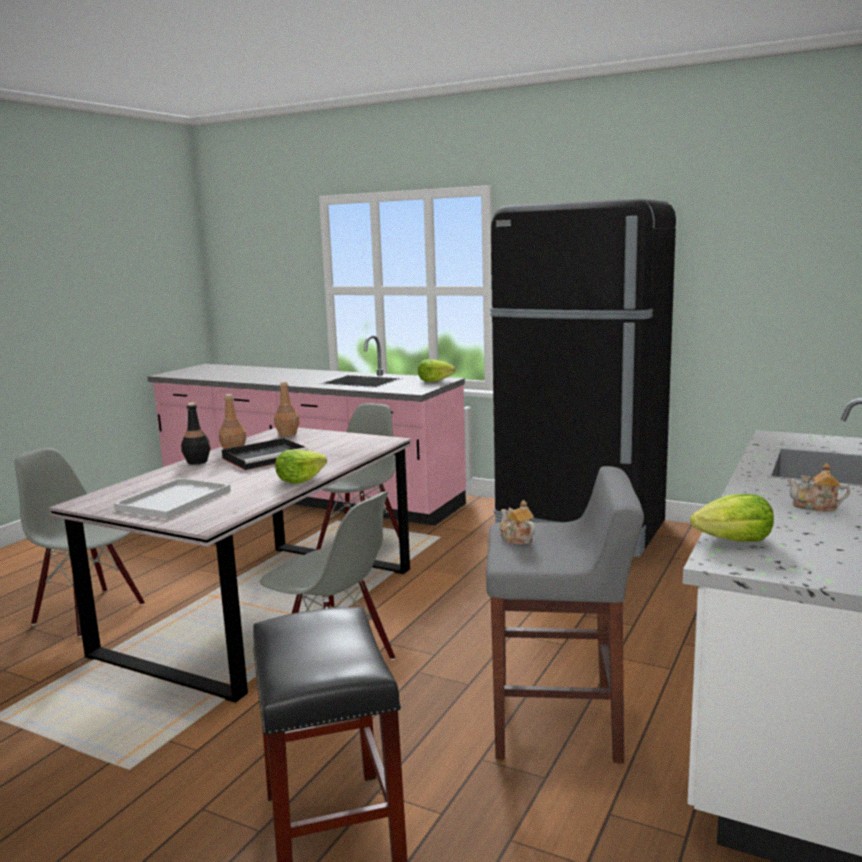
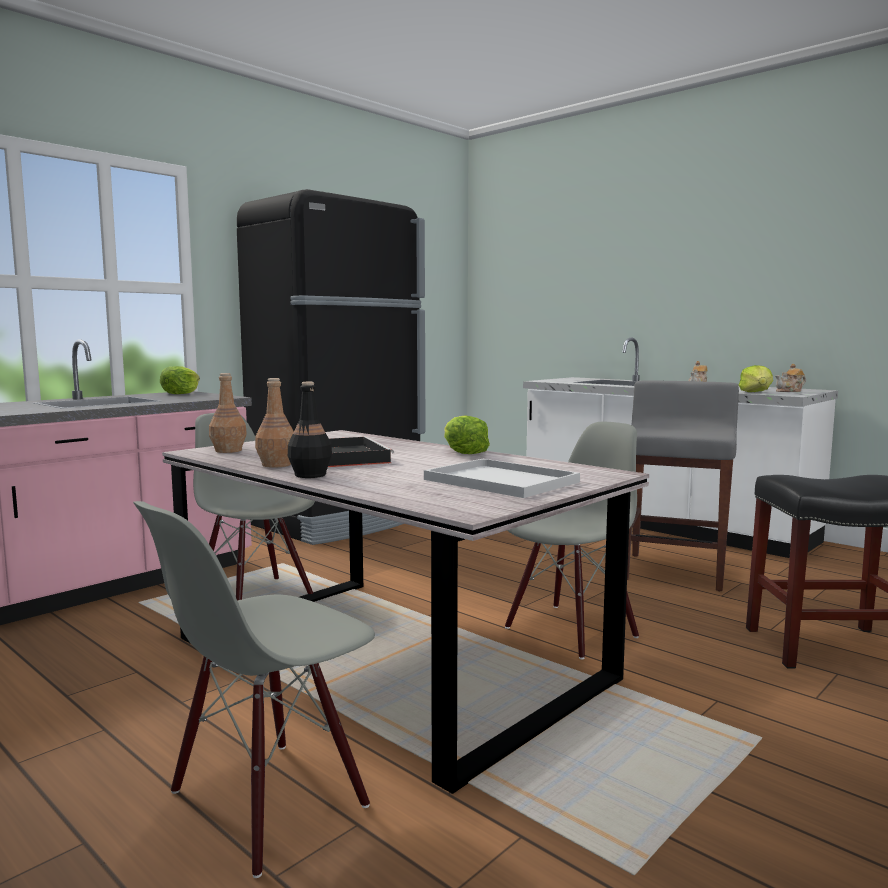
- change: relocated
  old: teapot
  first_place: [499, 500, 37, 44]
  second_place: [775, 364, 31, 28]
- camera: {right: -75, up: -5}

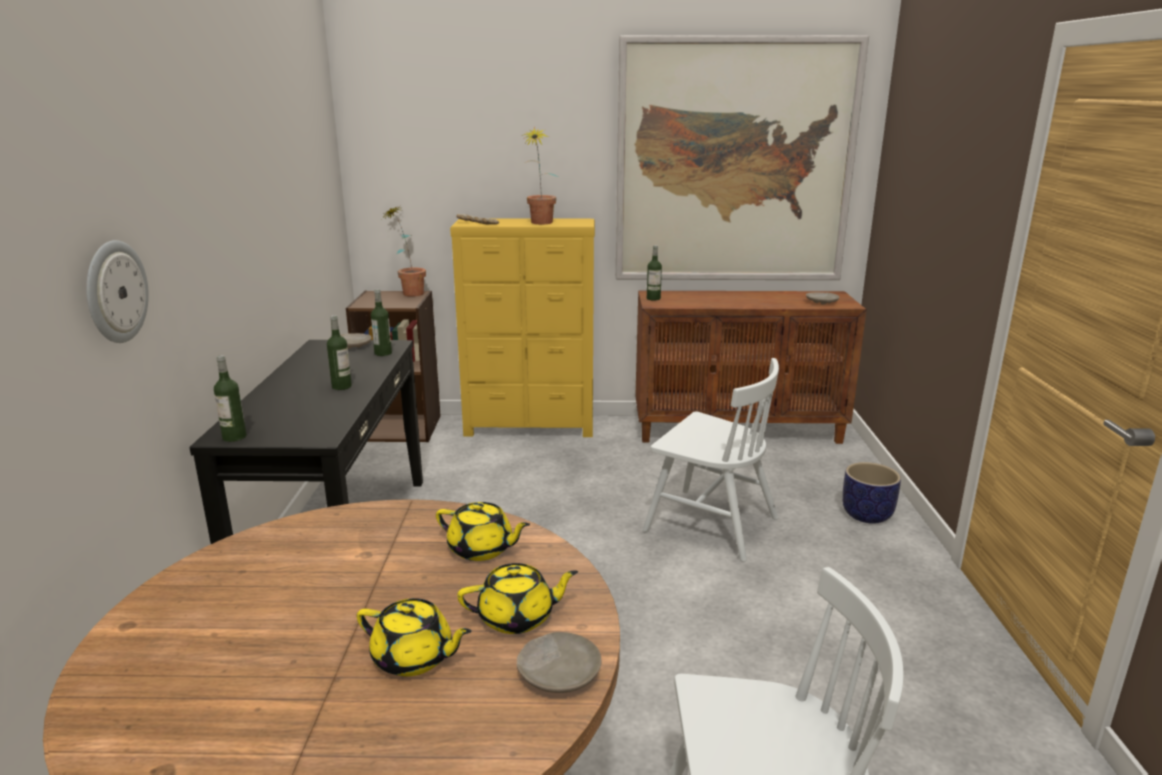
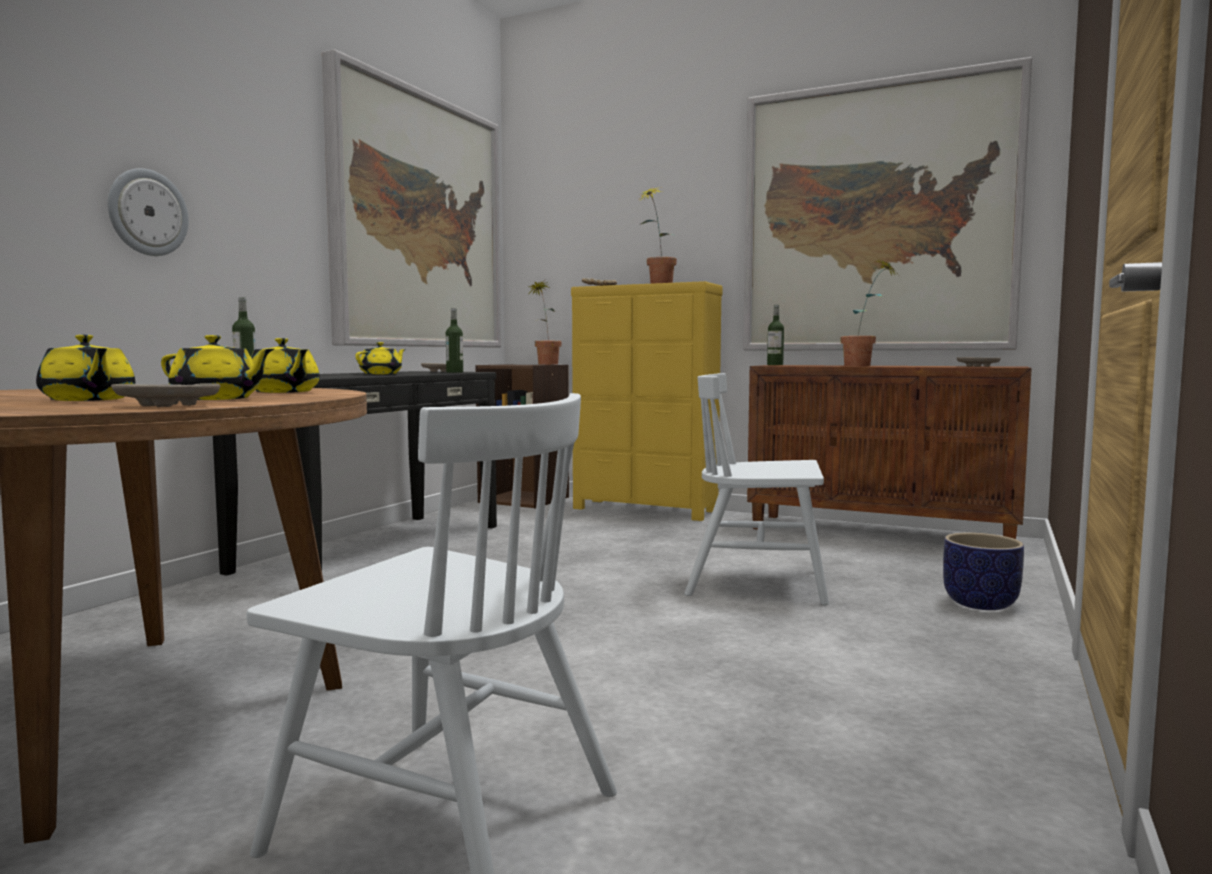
- change: exchanged
  old: bottle
  new: yellow teapot
  first_place: [327, 315, 25, 75]
  second_place: [356, 342, 50, 32]
- change: spun
  old: white chair
  first_place: [643, 358, 136, 204]
  second_place: [684, 373, 145, 232]
  degrees: 135
- change: appeared
  new: picture
  second_place: [322, 49, 179, 298]
- change: appeared
  new: potted plant
  second_place: [840, 258, 57, 108]
- camera: {right: 25, up: -15}

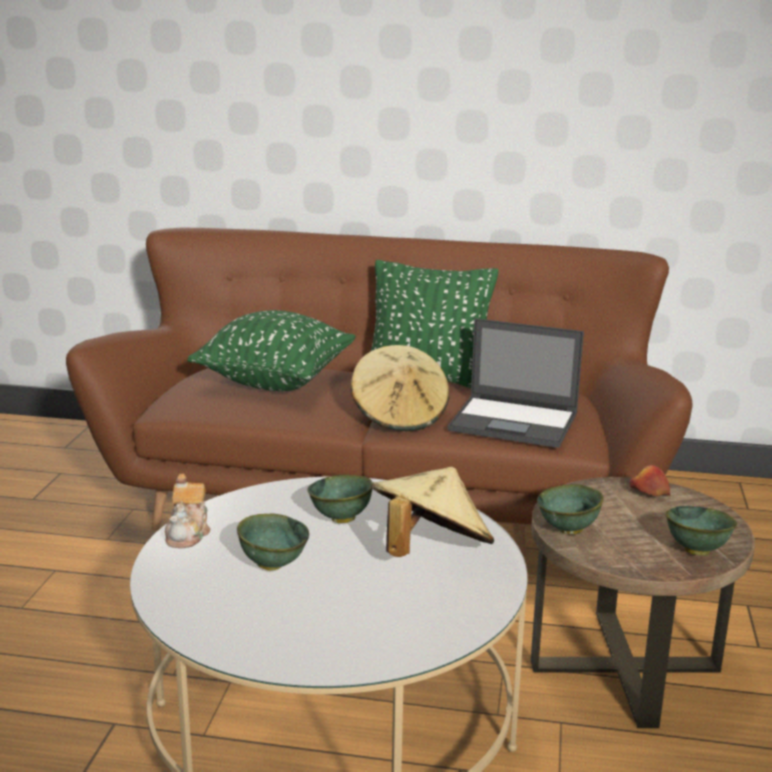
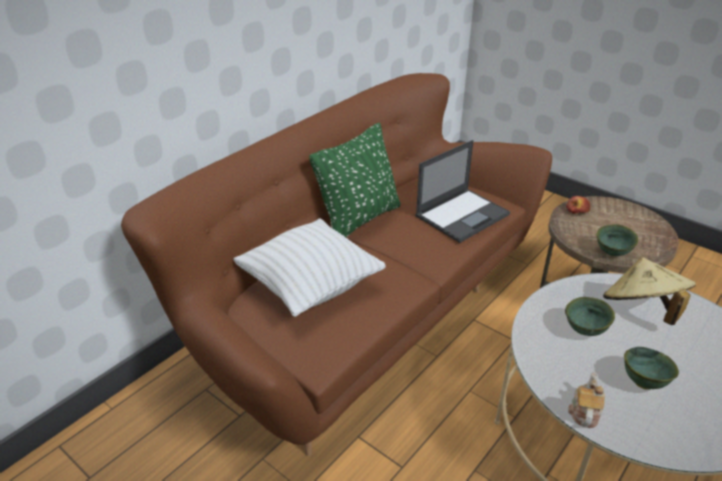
- change: colour
  old: green pillow
  new: white pillow
  first_place: [187, 310, 169, 81]
  second_place: [233, 218, 153, 99]
- change: missing
  old: beige hat
  first_place: [350, 345, 99, 86]
- change: spun
  old: teapot
  first_place: [165, 474, 45, 74]
  second_place: [568, 373, 37, 55]
  degrees: -105
- change: missing
  old: green bowl
  first_place: [666, 506, 71, 50]
- camera: {right: -60, up: 15}

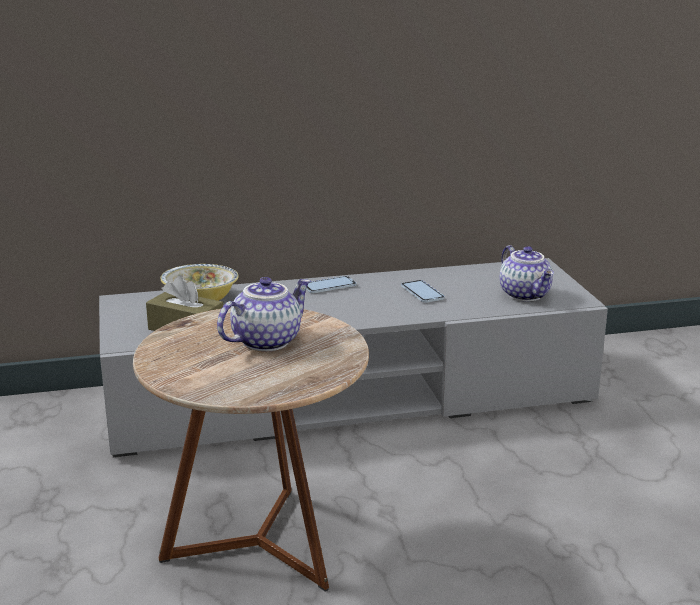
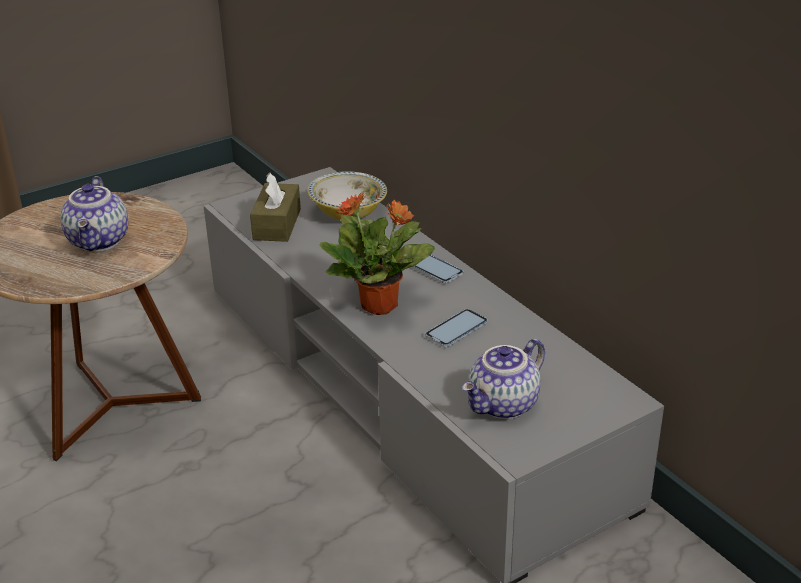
- change: spun
  old: teapot
  first_place: [217, 277, 94, 74]
  second_place: [60, 176, 68, 76]
  degrees: 60
- change: appeared
  new: potted plant
  second_place: [319, 193, 116, 122]
- camera: {right: 70, up: 10}

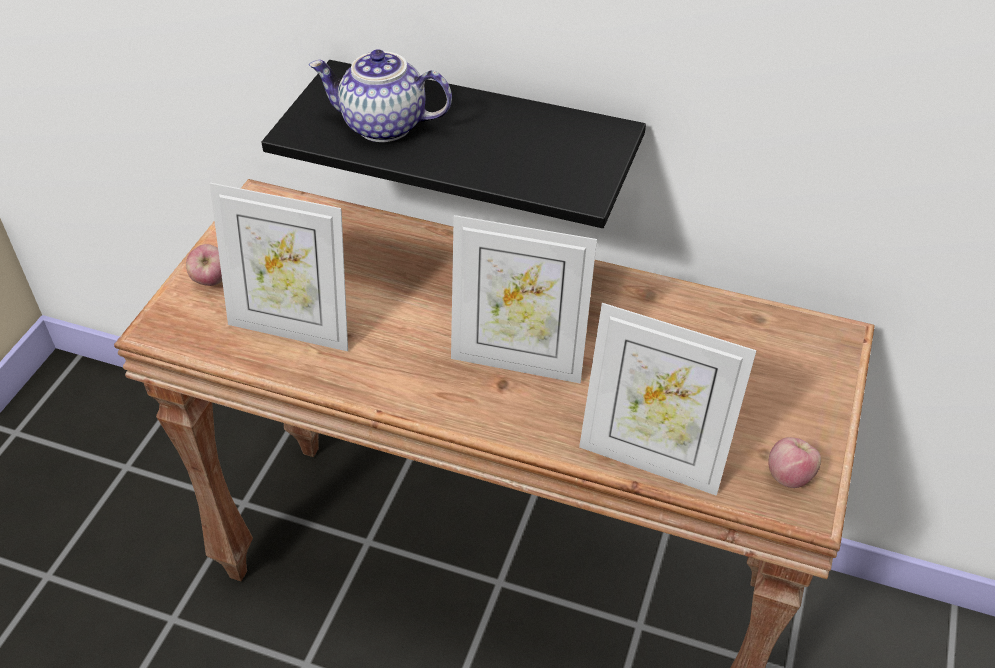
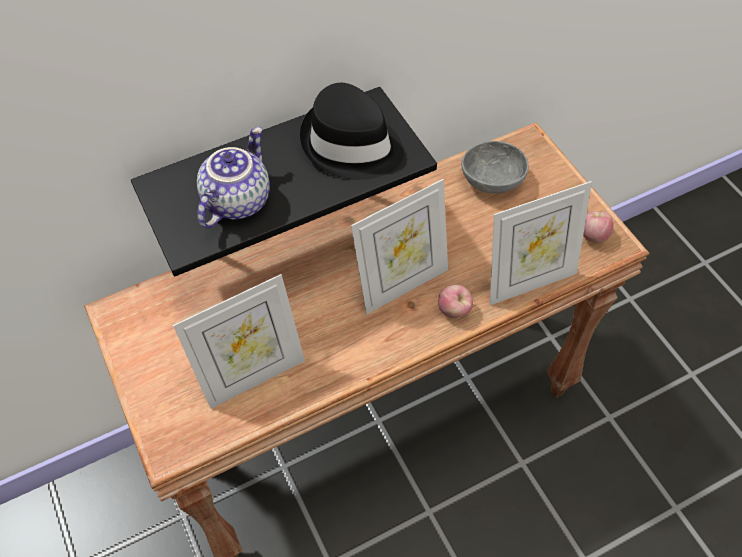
- change: spun
  old: teapot
  first_place: [309, 49, 143, 93]
  second_place: [197, 127, 73, 101]
  degrees: 150
- change: relocated
  old: apple
  first_place: [186, 244, 36, 42]
  second_place: [438, 285, 35, 33]
- change: appeared
  new: black hat
  second_place: [300, 83, 104, 97]
- change: appeared
  new: grey bowl
  second_place: [461, 141, 68, 52]
- camera: {right: -45, up: 10}

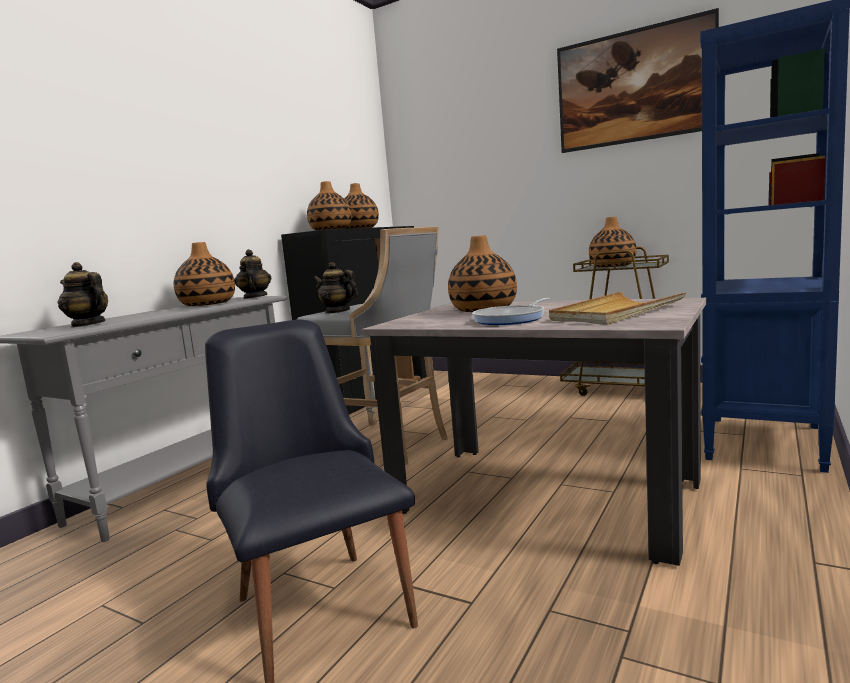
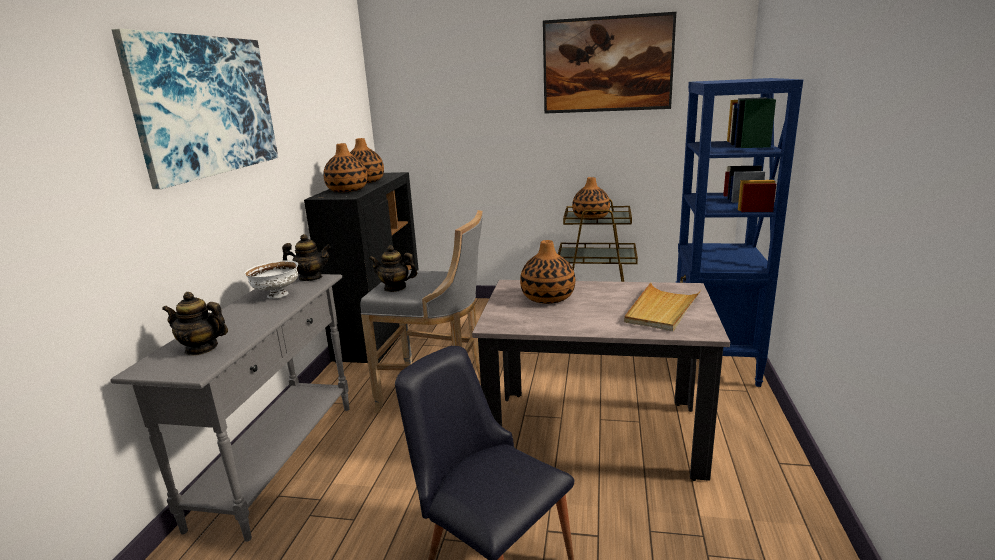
- change: exchanged
  old: vase
  new: white bowl
  first_place: [174, 242, 61, 64]
  second_place: [244, 260, 54, 39]
- change: spun
  old: teapot
  first_place: [234, 249, 38, 50]
  second_place: [282, 234, 49, 47]
  degrees: 120
- change: missing
  old: frying pan
  first_place: [472, 298, 78, 27]
- change: appeared
  new: picture
  second_place: [112, 29, 166, 160]
- camera: {right: -20, up: 10}

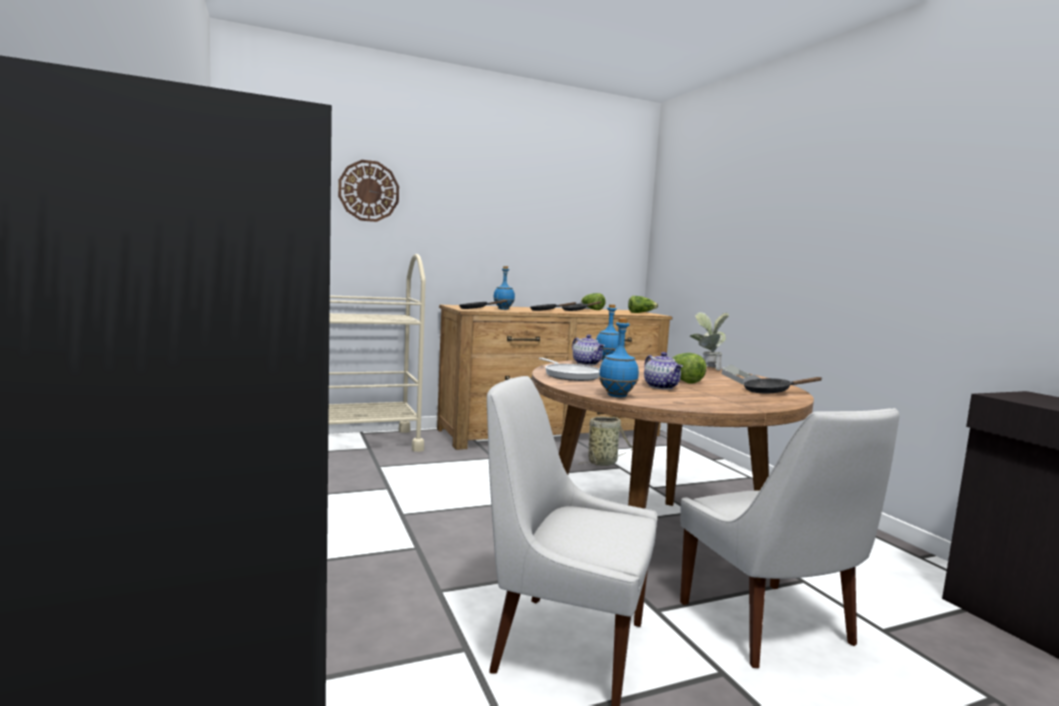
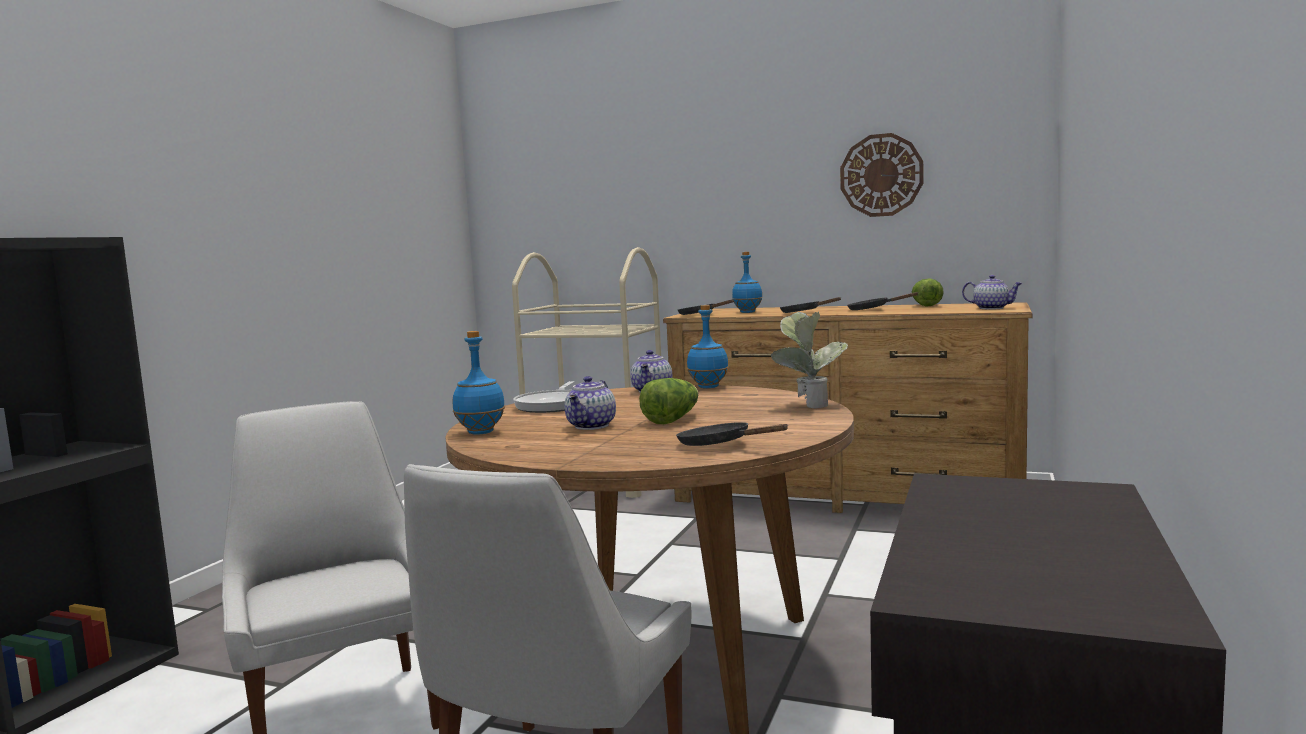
- change: relocated
  old: wall clock
  first_place: [338, 160, 61, 62]
  second_place: [840, 133, 83, 84]
- change: exchanged
  old: lettuce
  new: teapot
  first_place: [628, 296, 30, 17]
  second_place: [962, 275, 61, 34]
- change: missing
  old: grey tray
  first_place: [722, 364, 39, 21]
- change: missing
  old: basket
  first_place: [578, 416, 55, 50]
- camera: {right: 45, up: 0}

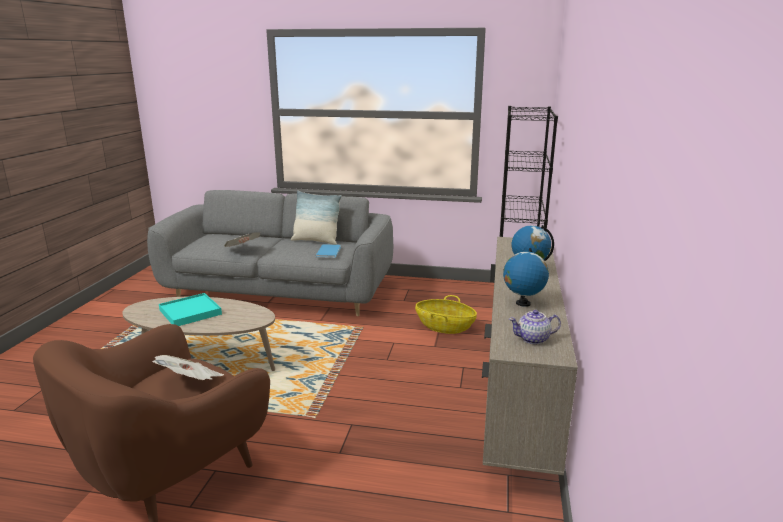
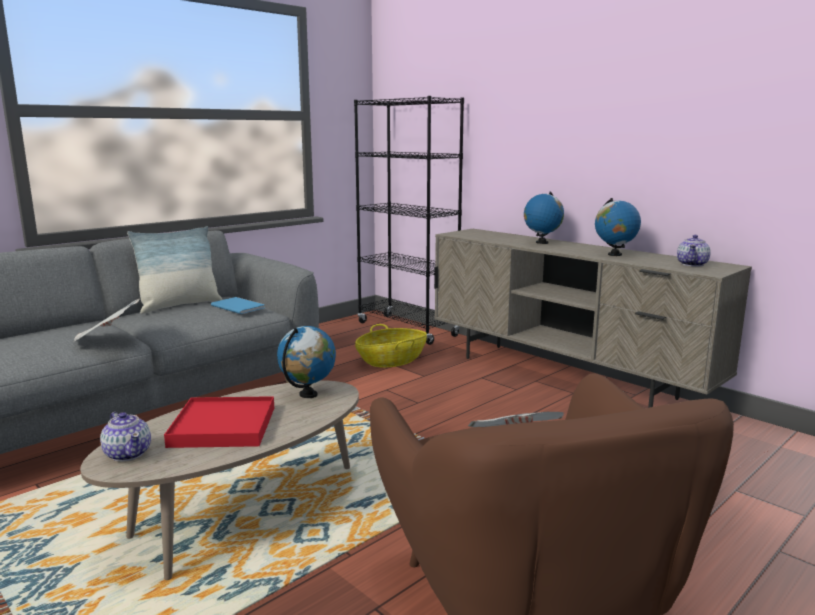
- change: colour
  old: turquoise tray
  new: red tray
  first_place: [159, 293, 63, 33]
  second_place: [164, 396, 110, 52]
- change: appeared
  new: globe
  second_place: [277, 326, 59, 72]
- change: appeared
  new: teapot
  second_place: [100, 412, 51, 49]
- camera: {right: -55, up: -5}

